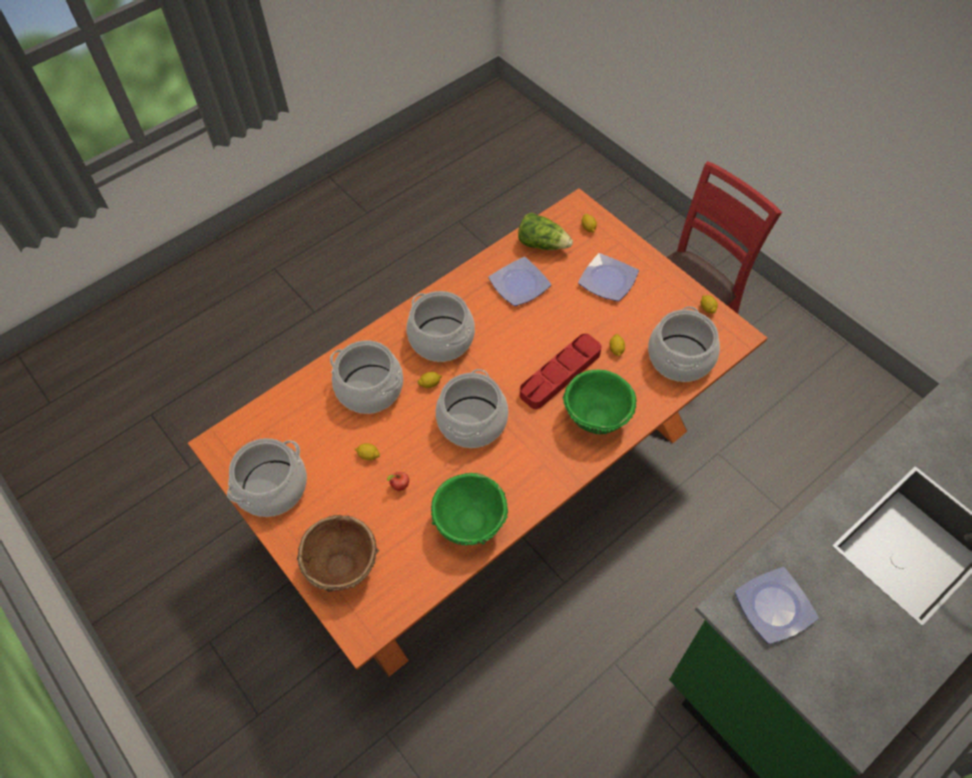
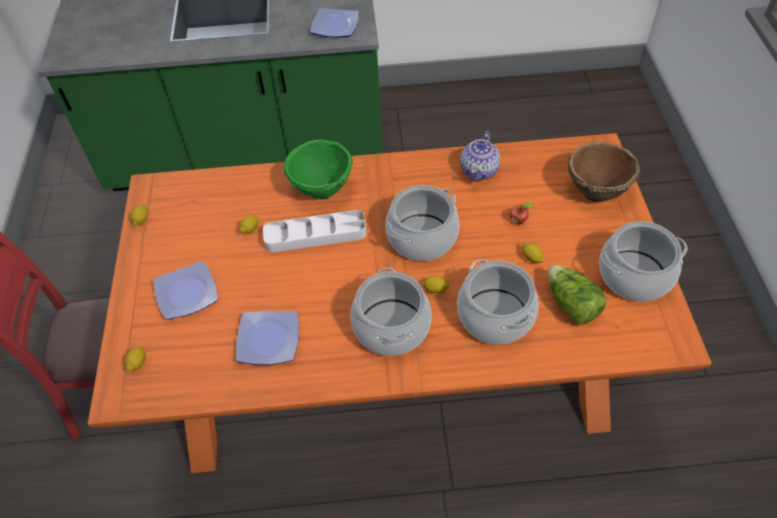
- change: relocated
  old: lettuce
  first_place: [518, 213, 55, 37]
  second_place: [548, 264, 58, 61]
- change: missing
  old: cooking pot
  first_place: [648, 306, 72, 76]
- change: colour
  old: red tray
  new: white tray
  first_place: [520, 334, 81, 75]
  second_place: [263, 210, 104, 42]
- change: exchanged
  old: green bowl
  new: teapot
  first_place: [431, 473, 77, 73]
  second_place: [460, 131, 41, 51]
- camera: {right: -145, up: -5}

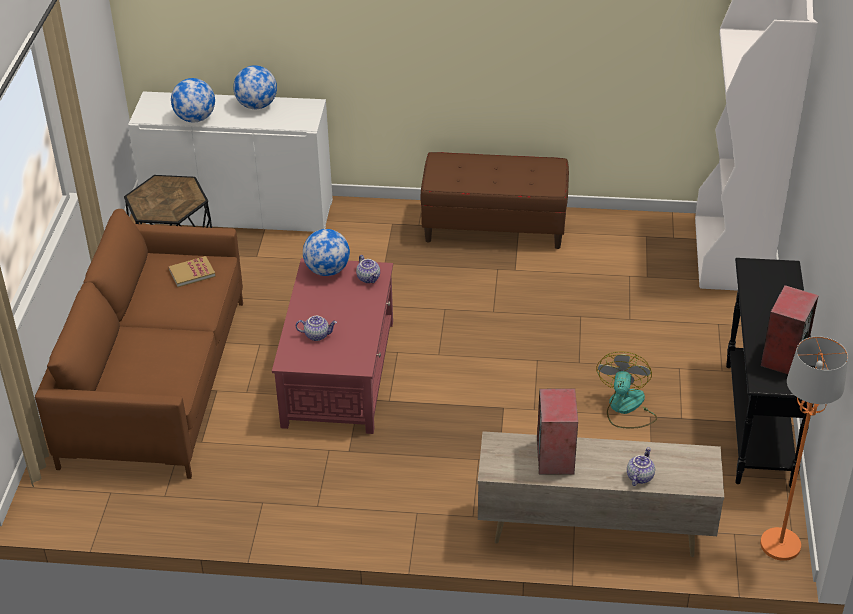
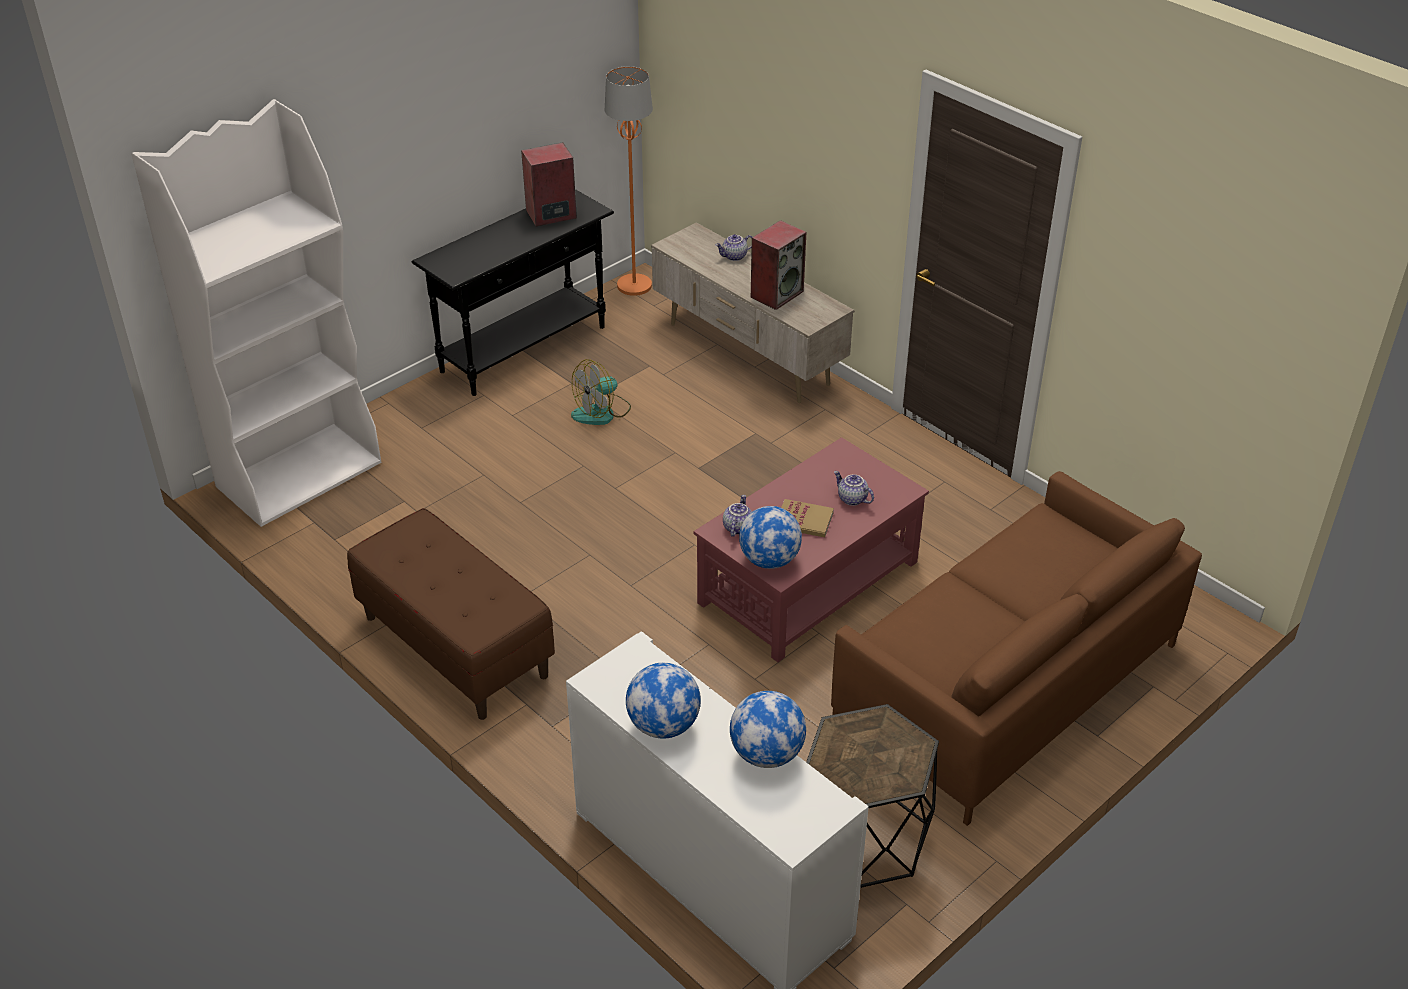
- change: relocated
  old: book
  first_place: [169, 256, 47, 31]
  second_place: [781, 499, 53, 38]
- camera: {right: -140, up: 0}

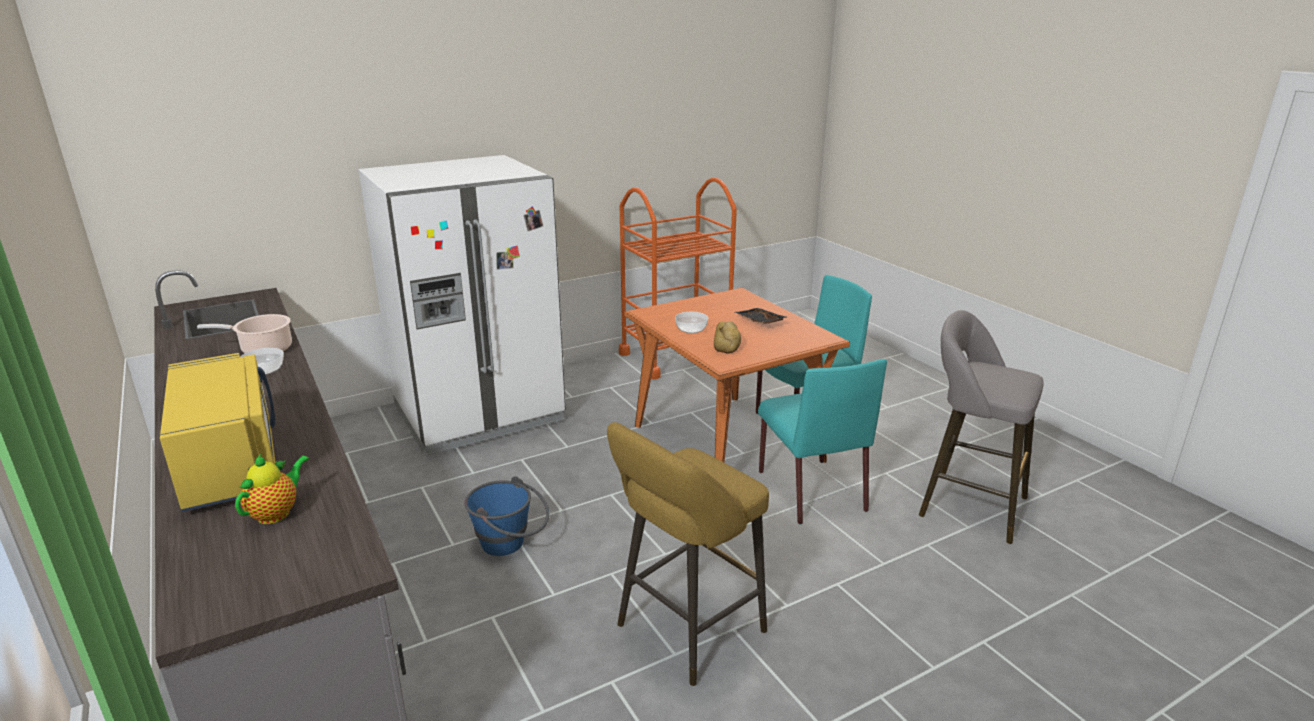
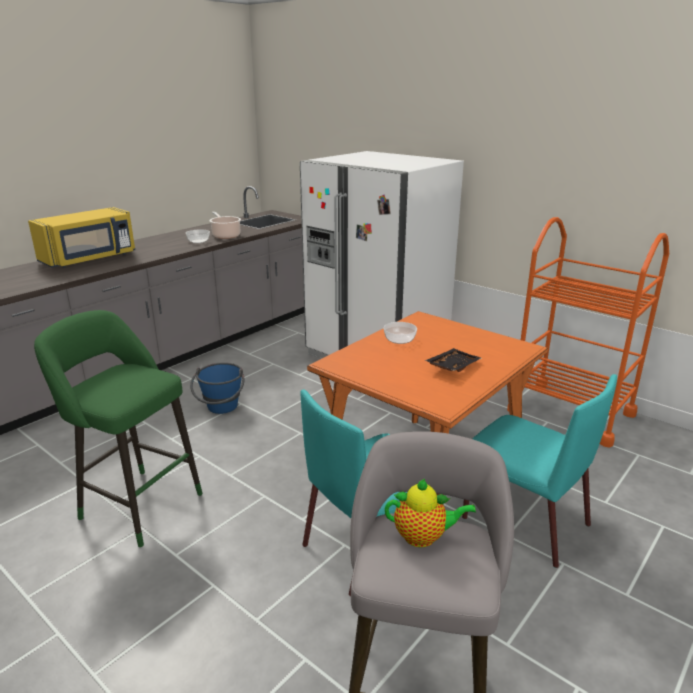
- change: missing
  old: bread
  first_place: [714, 321, 27, 33]
- change: colour
  old: yellow stool
  new: green stool
  first_place: [607, 422, 162, 264]
  second_place: [34, 310, 169, 237]
- change: relocated
  old: teapot
  first_place: [235, 454, 74, 70]
  second_place: [385, 479, 91, 68]
- camera: {right: 70, up: 0}

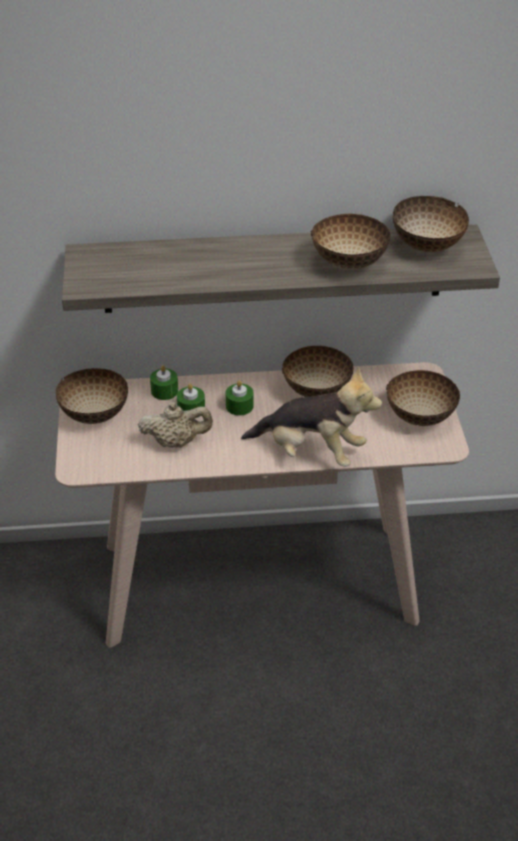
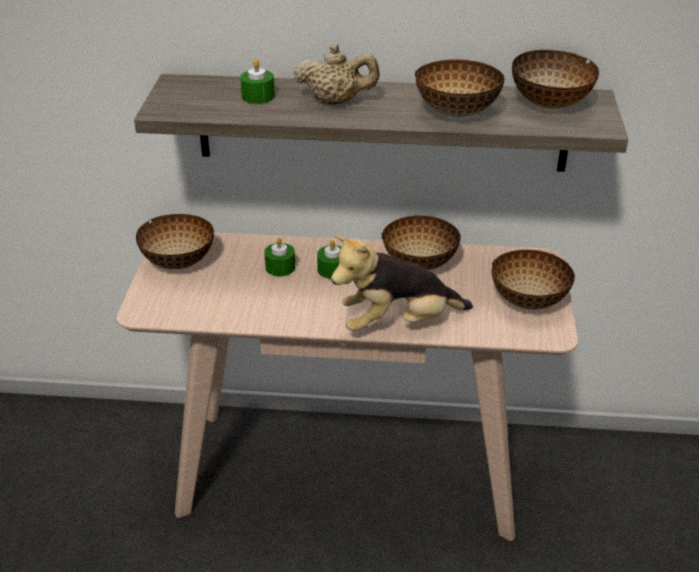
- change: relocated
  old: green candle
  first_place: [150, 365, 28, 35]
  second_place: [240, 59, 35, 45]
- change: spun
  old: plush toy
  first_place: [241, 367, 141, 100]
  second_place: [331, 235, 142, 96]
  degrees: 135
- change: relocated
  old: beige teapot
  first_place: [138, 401, 75, 47]
  second_place: [293, 44, 87, 61]
- camera: {right: 10, up: -5}

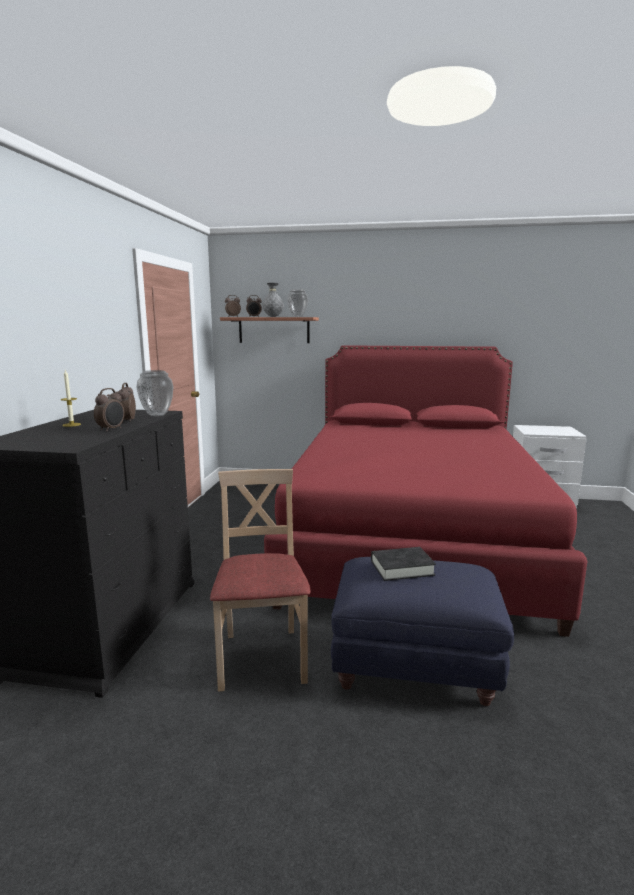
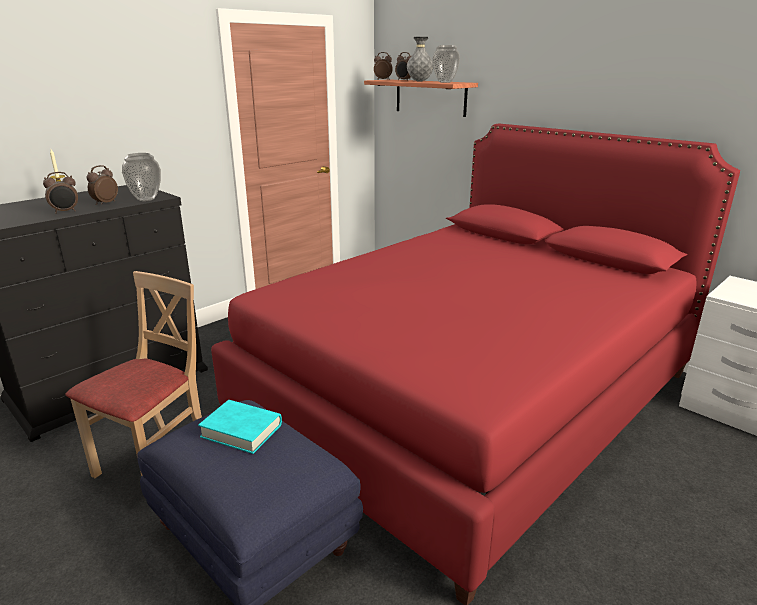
- change: colour
  old: black book
  new: turquoise book
  first_place: [371, 547, 65, 34]
  second_place: [198, 400, 84, 54]
- camera: {right: 35, up: 10}

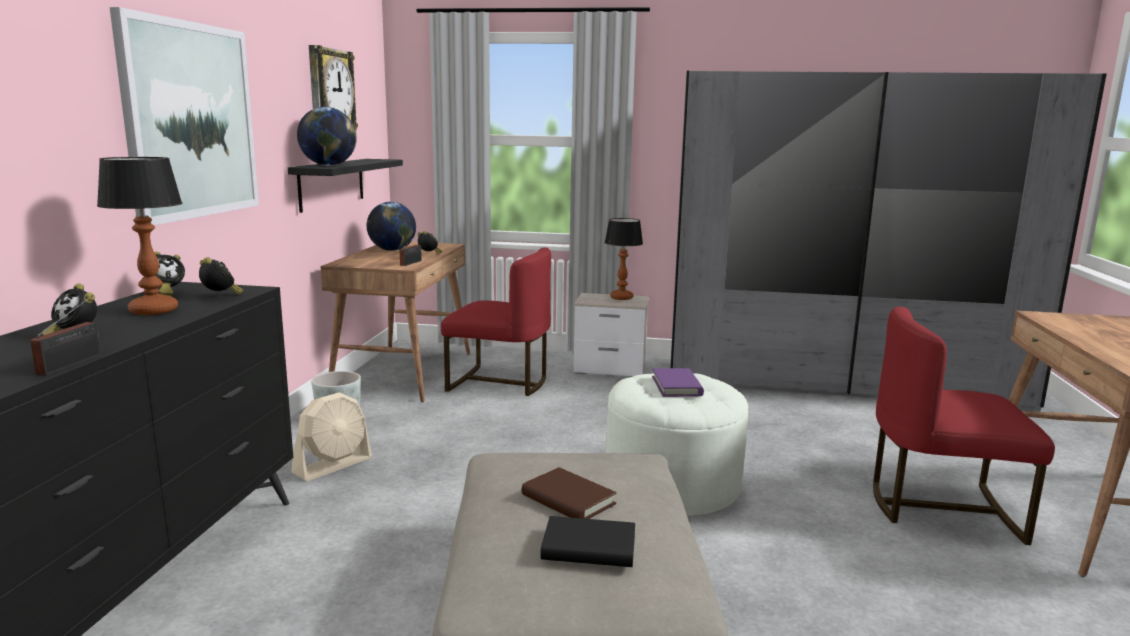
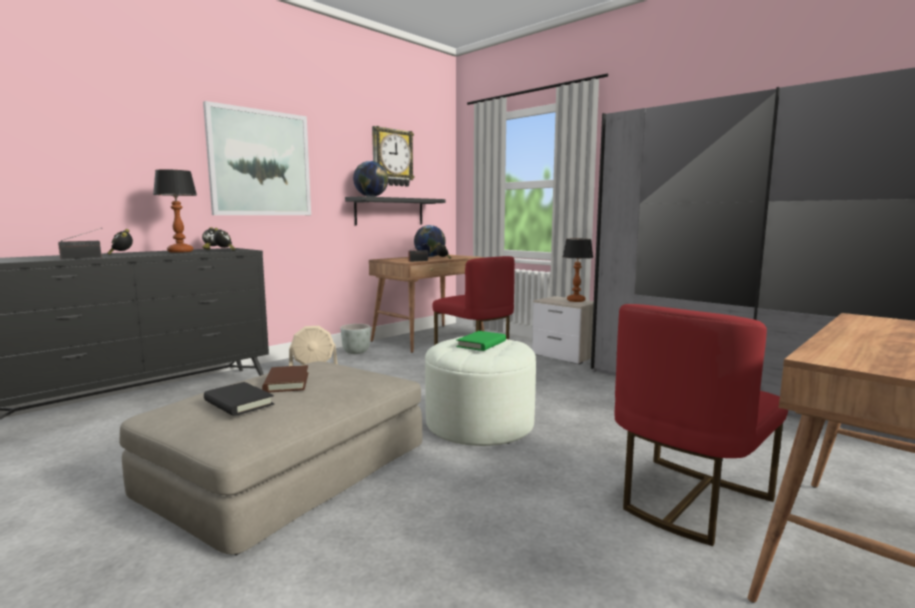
- change: spun
  old: red chair
  first_place: [873, 307, 182, 238]
  second_place: [615, 304, 173, 242]
  degrees: -90
- change: colour
  old: purple book
  new: green book
  first_place: [652, 368, 52, 29]
  second_place: [456, 331, 50, 20]
- camera: {right: 35, up: -5}

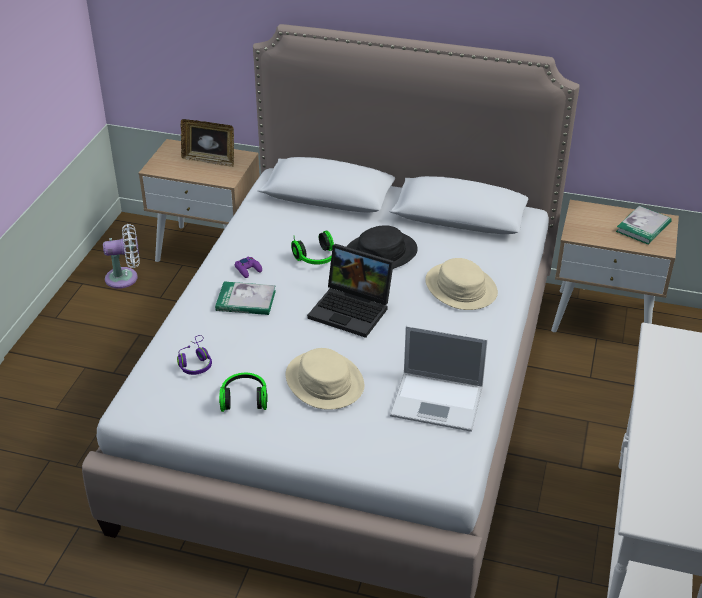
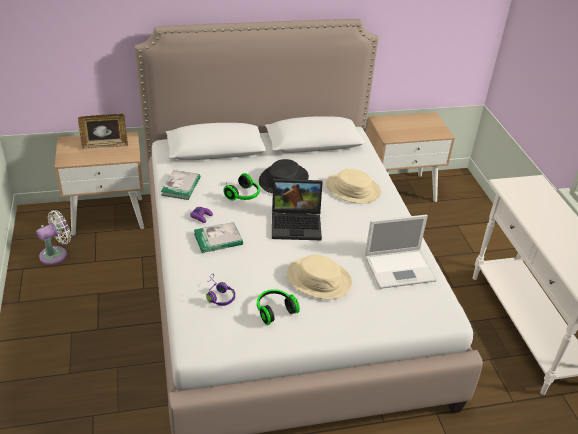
- change: relocated
  old: book
  first_place: [616, 206, 56, 39]
  second_place: [161, 170, 40, 30]
- camera: {right: -30, up: 0}

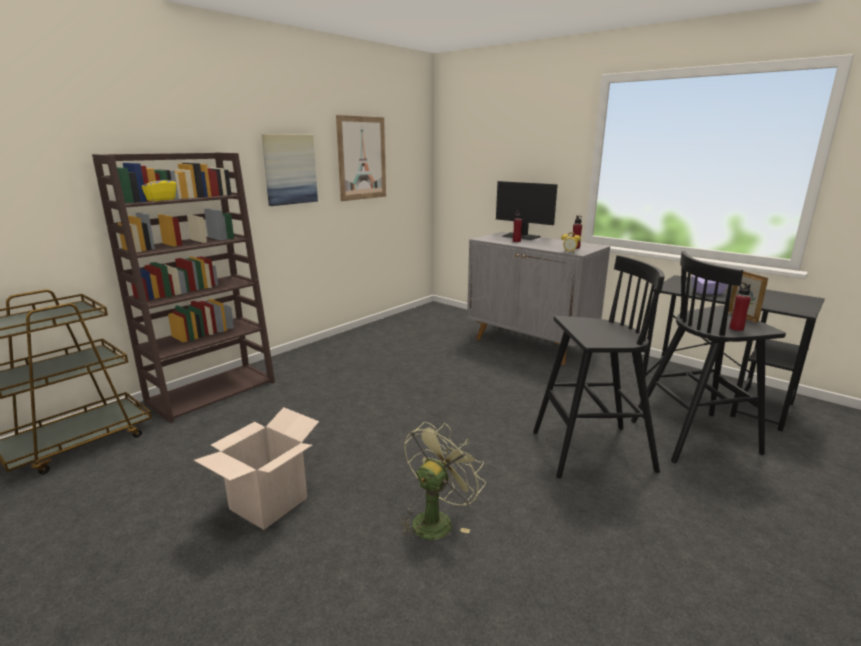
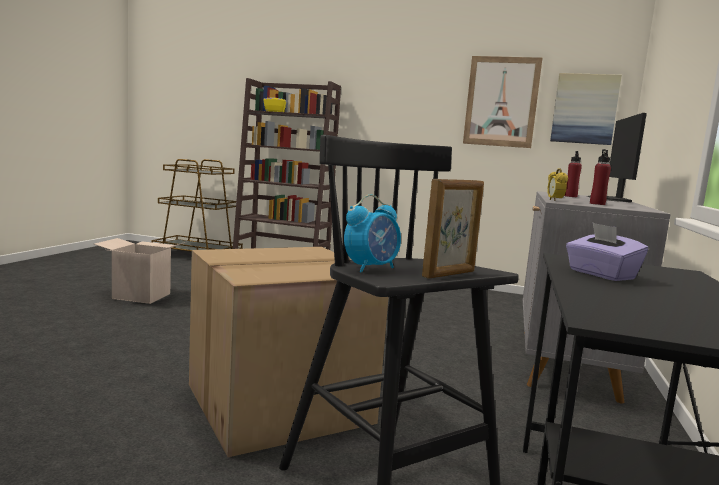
- change: relocated
  old: picture
  first_place: [262, 134, 56, 72]
  second_place: [550, 73, 72, 72]
- change: exchanged
  old: black stool
  new: cardboard box
  first_place: [533, 255, 131, 224]
  second_place: [189, 247, 200, 210]
- change: exchanged
  old: red bottle
  new: alarm clock
  first_place: [729, 282, 22, 49]
  second_place: [344, 194, 57, 79]
- change: missing
  old: green fan
  first_place: [399, 422, 87, 118]
- camera: {right: 65, up: -10}

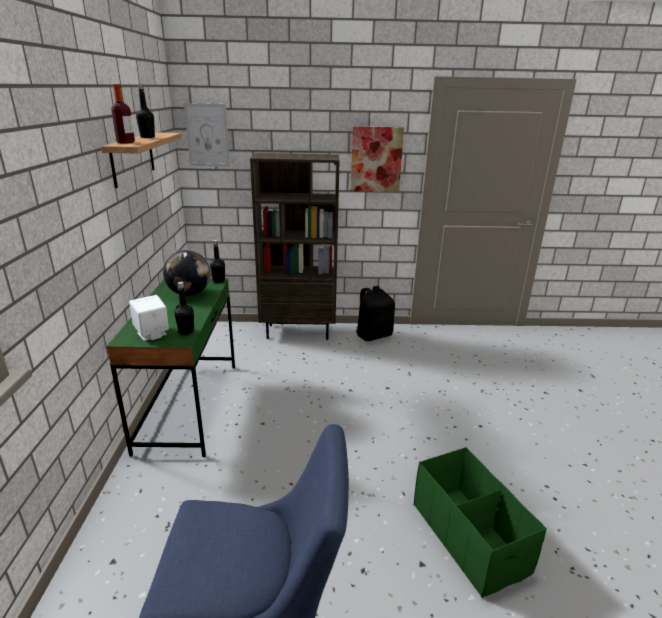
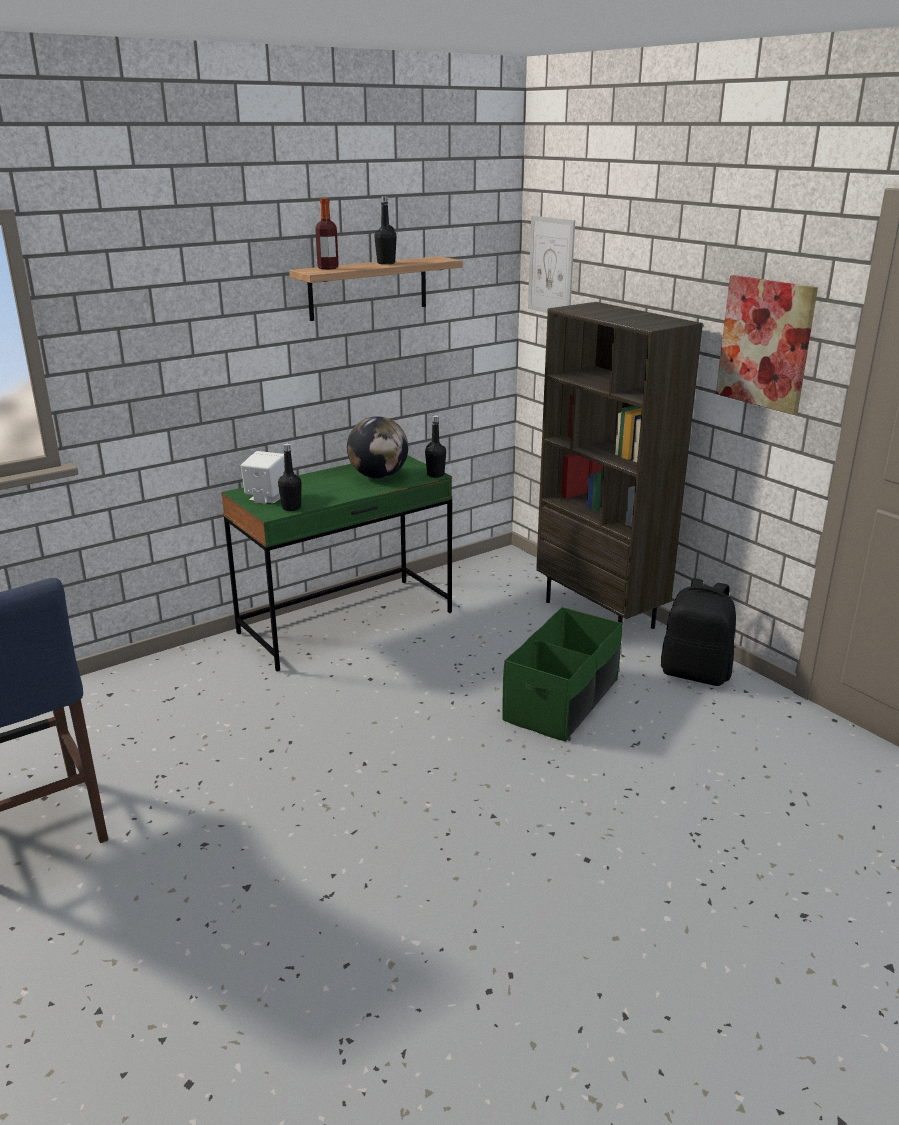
- change: relocated
  old: green storage box
  first_place: [414, 447, 133, 151]
  second_place: [502, 607, 120, 135]
- camera: {right: 55, up: 0}

